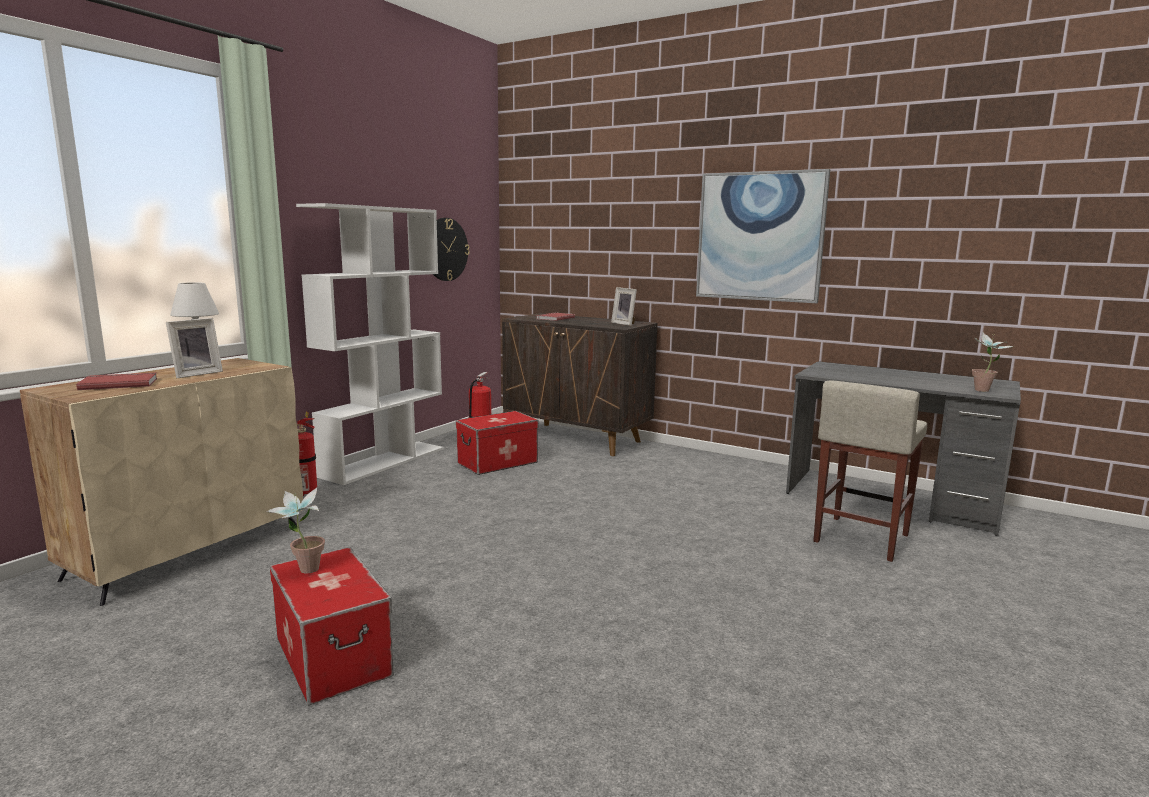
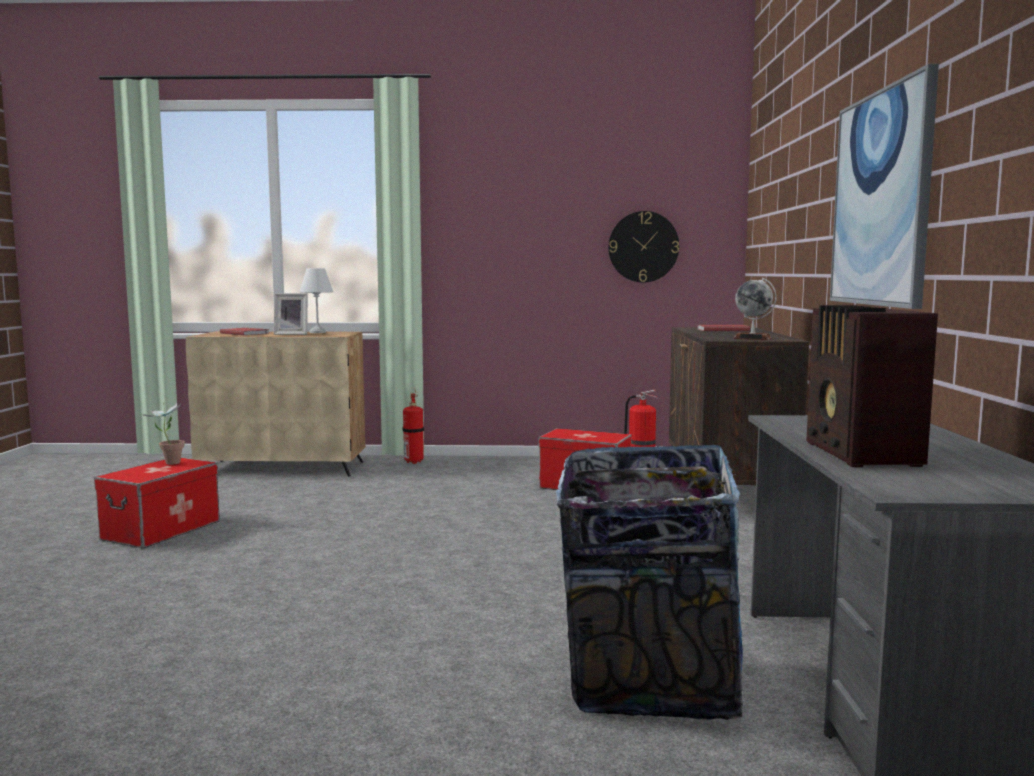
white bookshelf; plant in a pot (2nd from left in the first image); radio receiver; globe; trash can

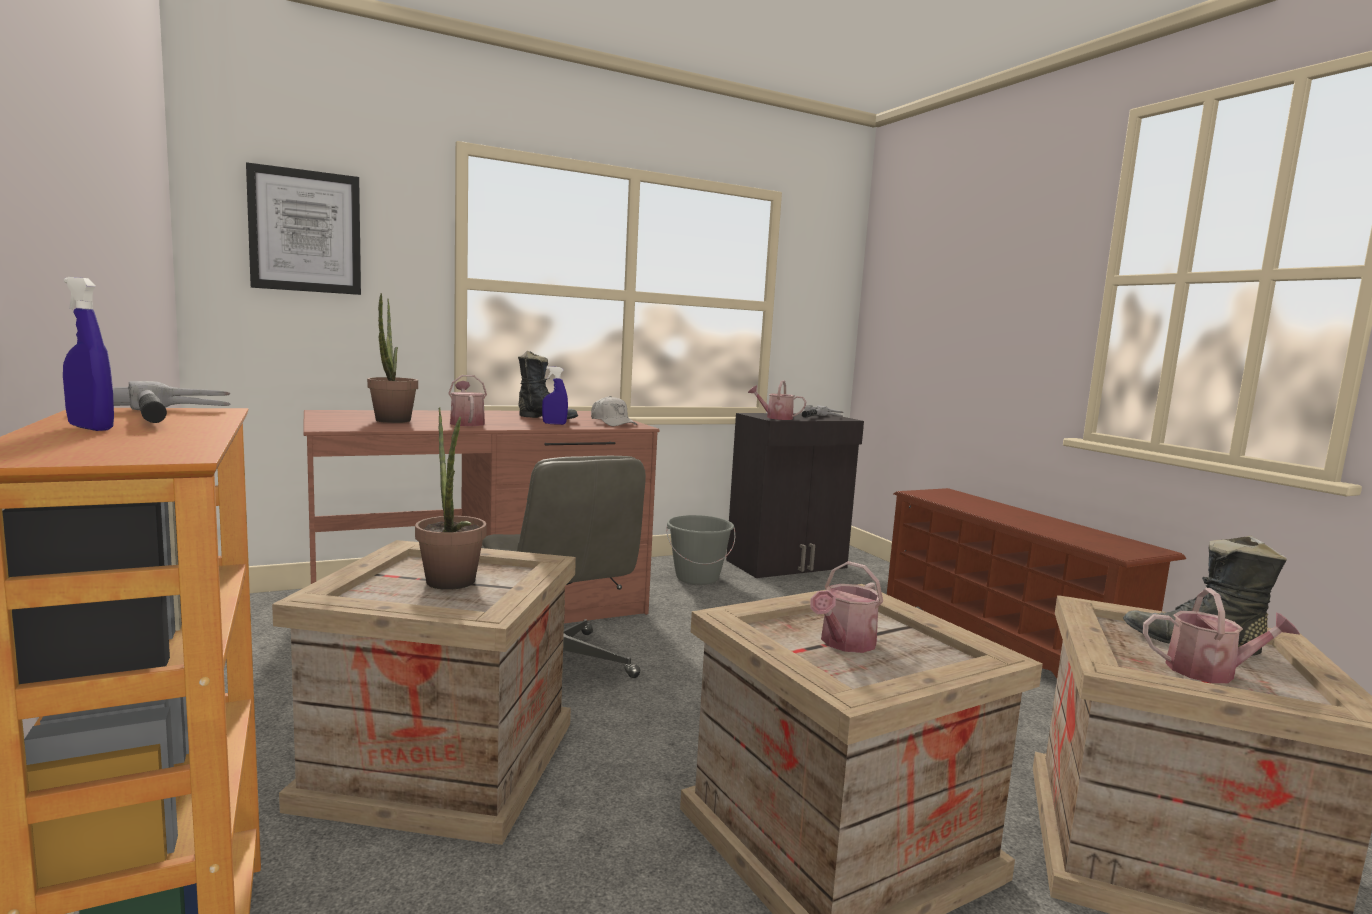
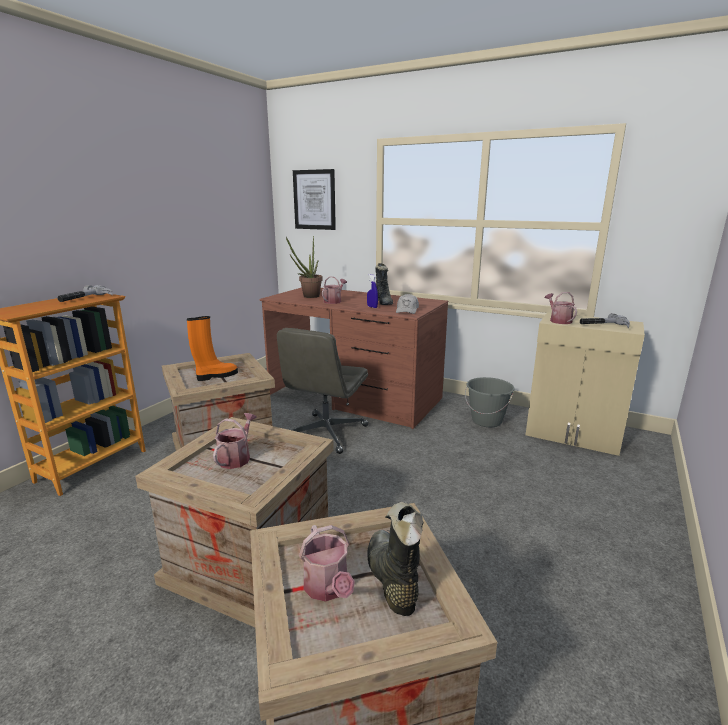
blue sprayer (1st from left in the first image); brown-coloured shoe stand; orange-coloured boot; beige-coloured cupboard; sprinkling can (1st from left)

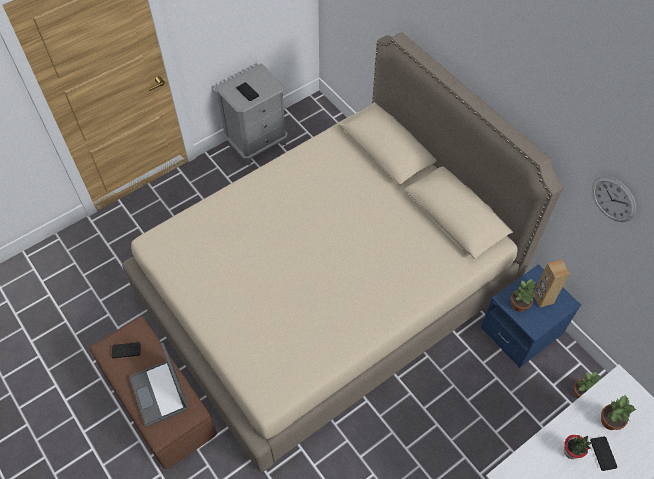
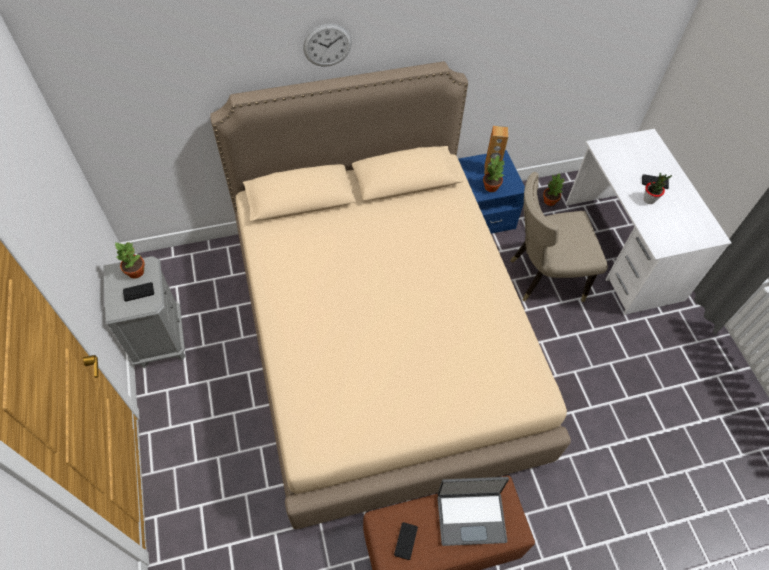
beige-coloured chair; clock on the wall; plant in a pot (1st from left)

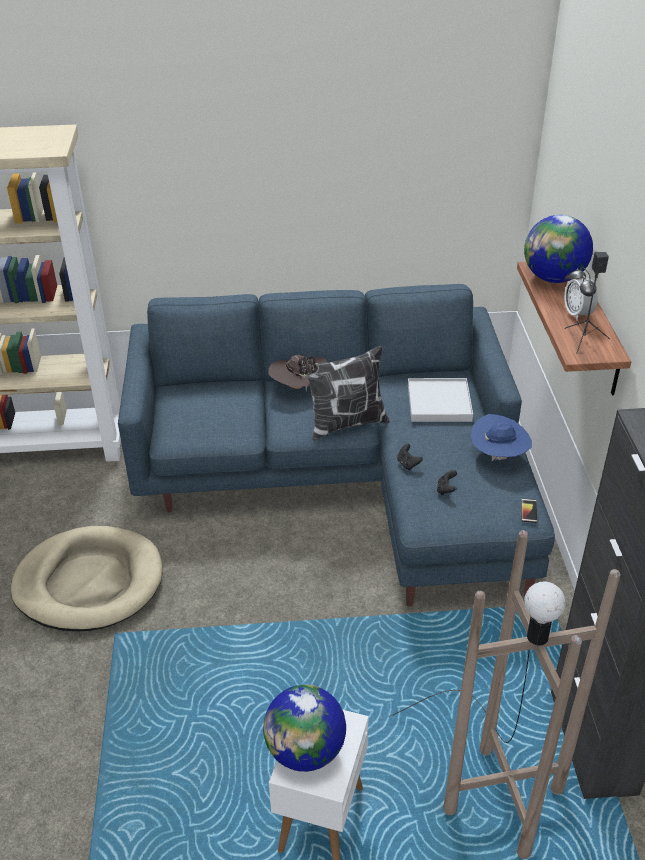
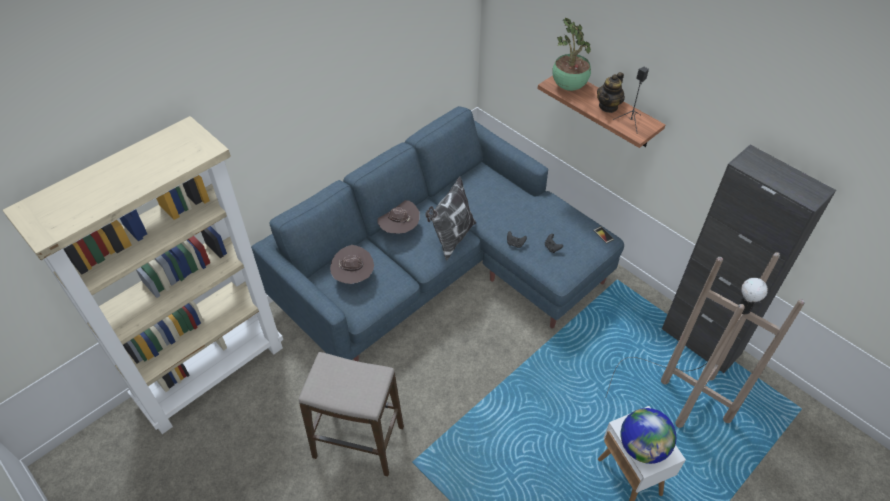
white carrying tray; blue hat; brown-coloured hat (1st from left); sitting stool; plant in a pot; pot for tea

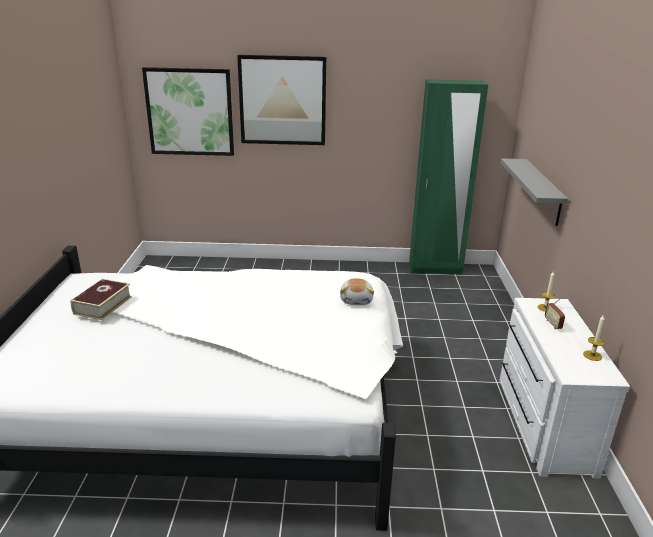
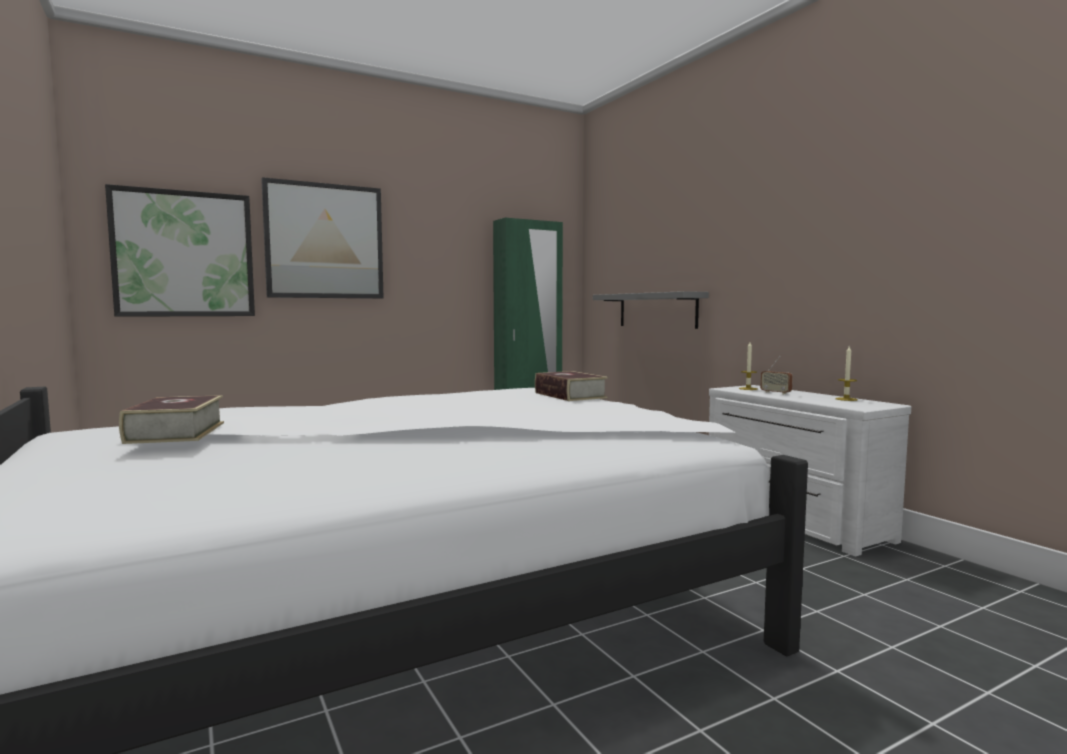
bound book (2nd from left)

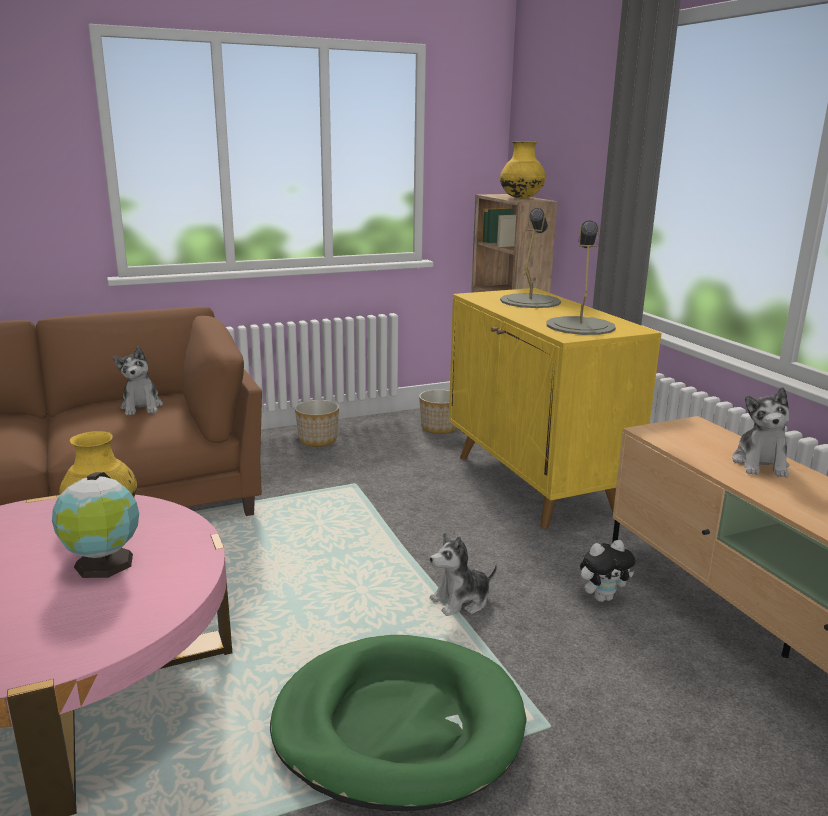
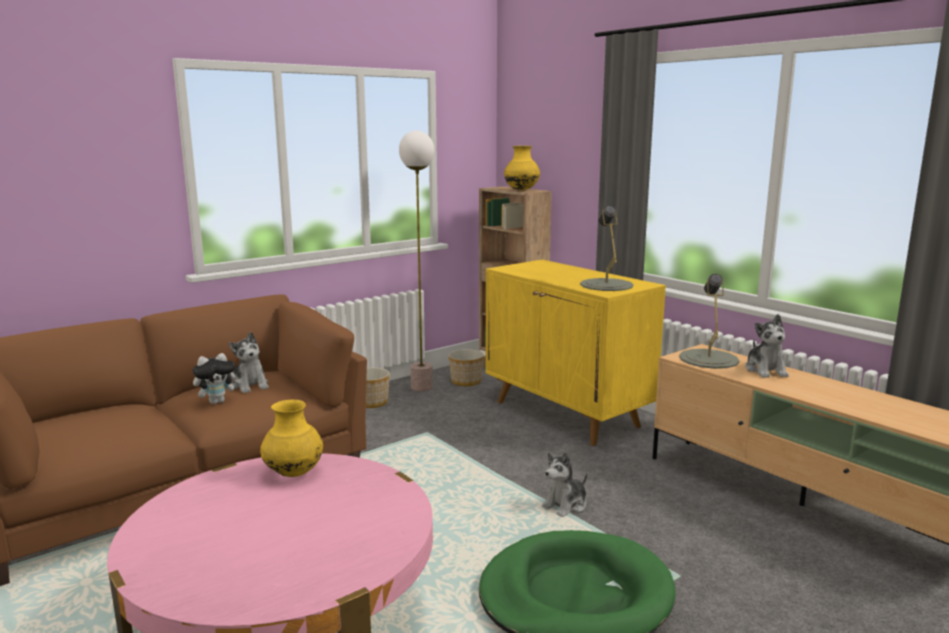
globe; standing lamp; grey table lamp (2nd from left); cuddly toy (1st from left)

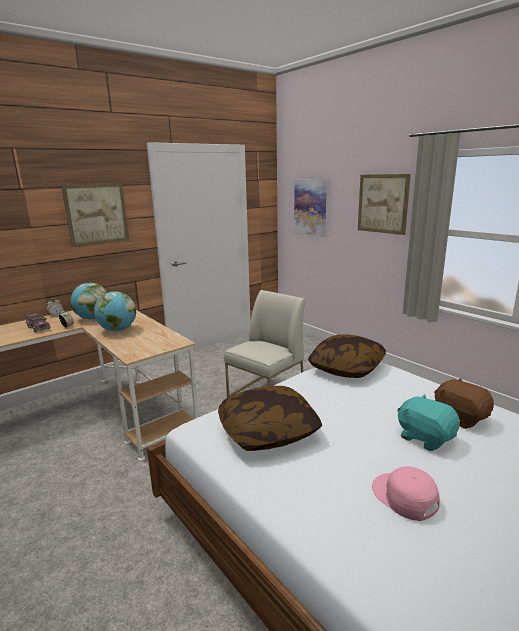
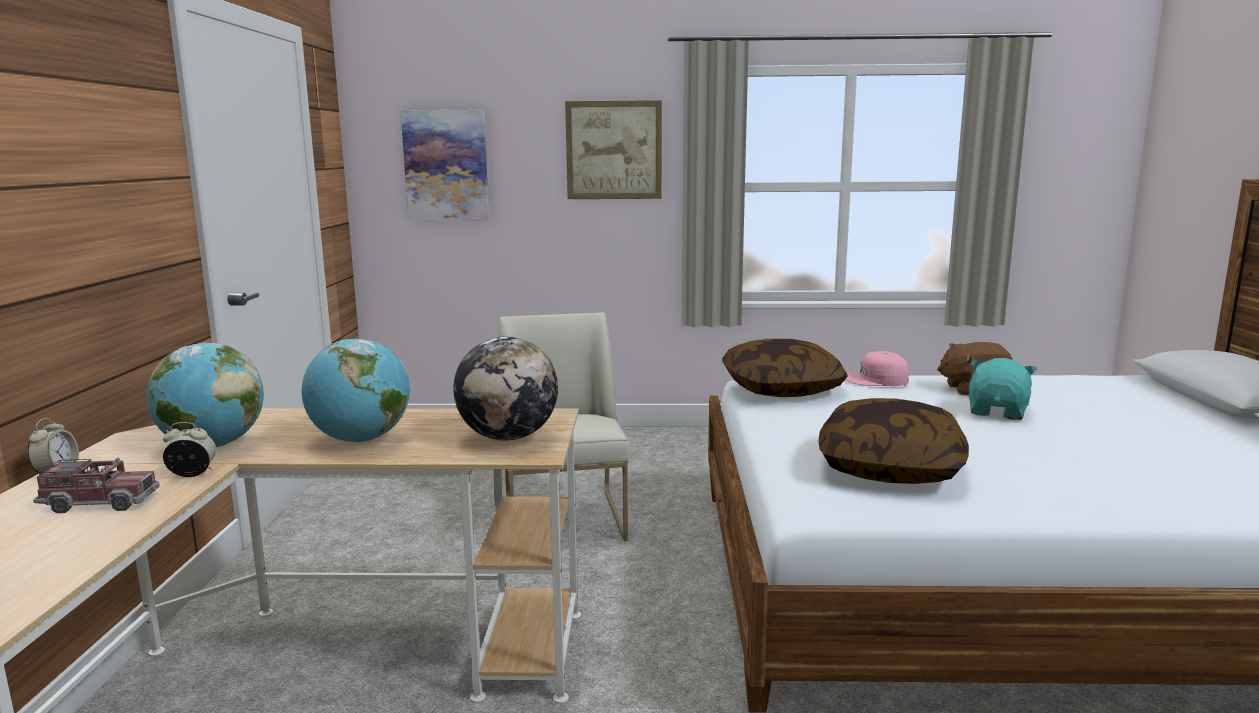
wall art (1st from left in the first image); globe (3rd from left); pinkish peaked cap; turquoise-coloured cuddly toy

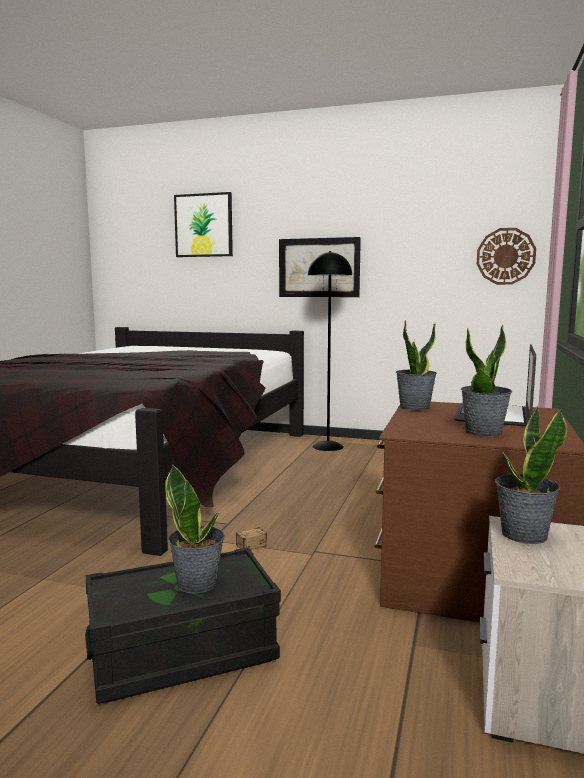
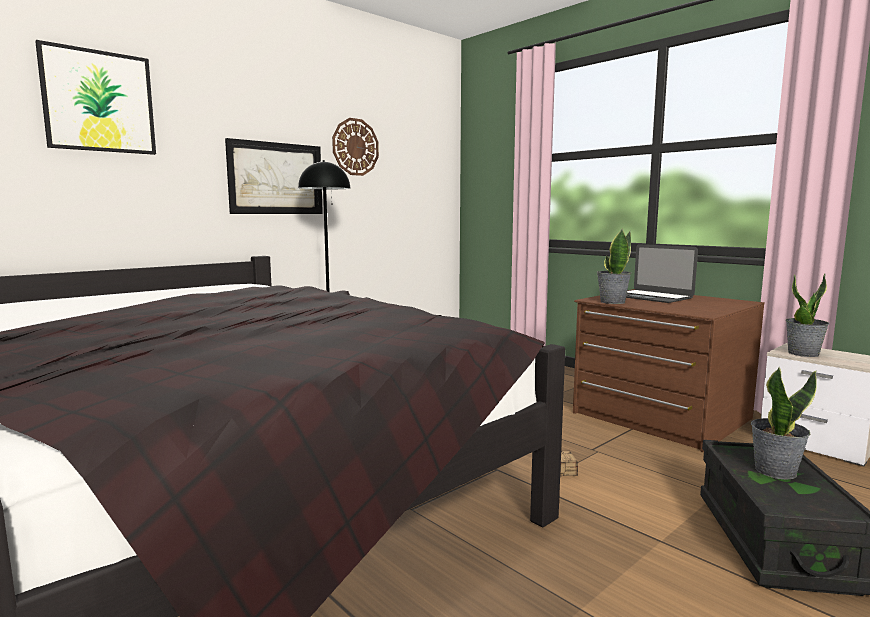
plant in a pot (3rd from left in the first image); clock on the wall

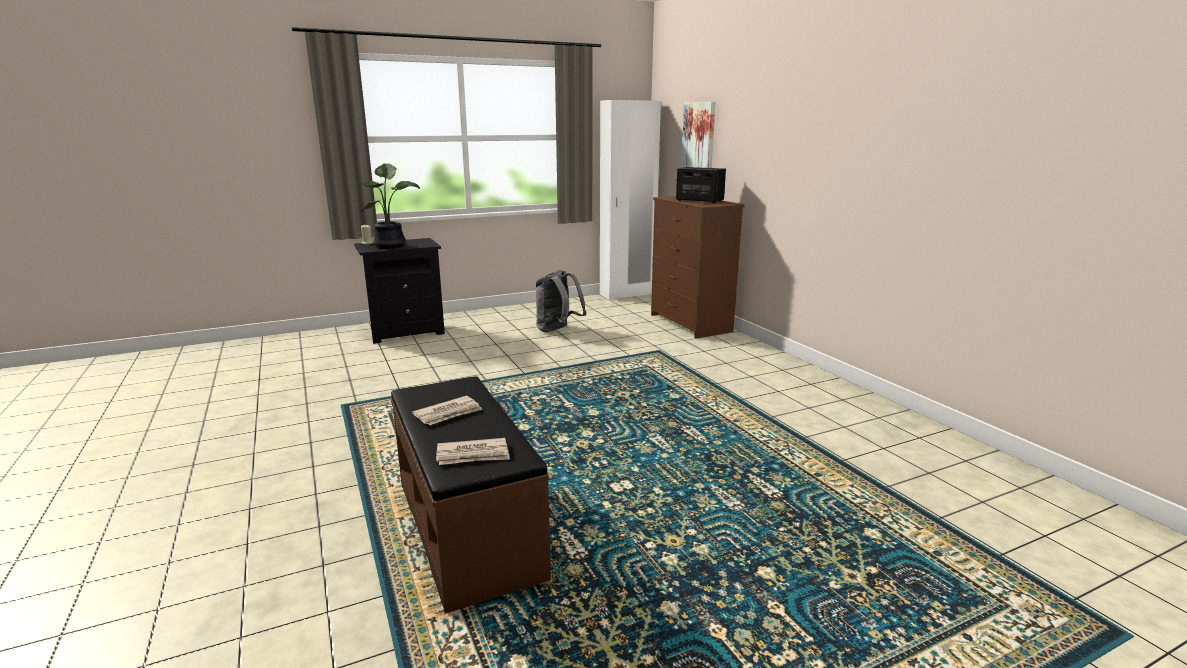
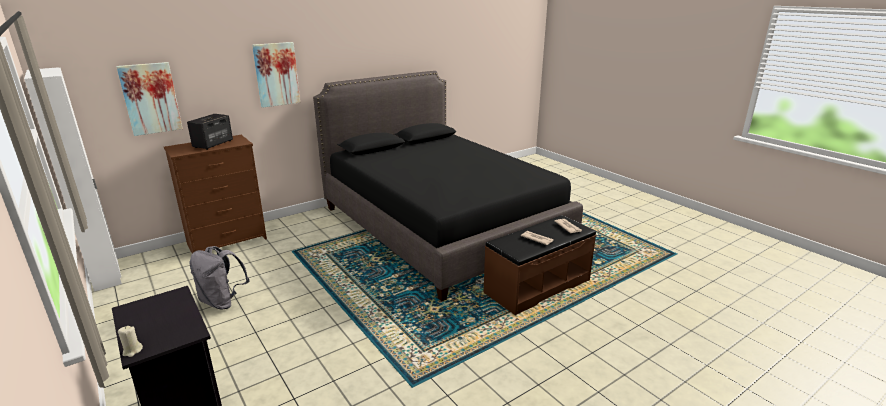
plant in a pot; wall art (2nd from left); black-coloured bedroom bed

